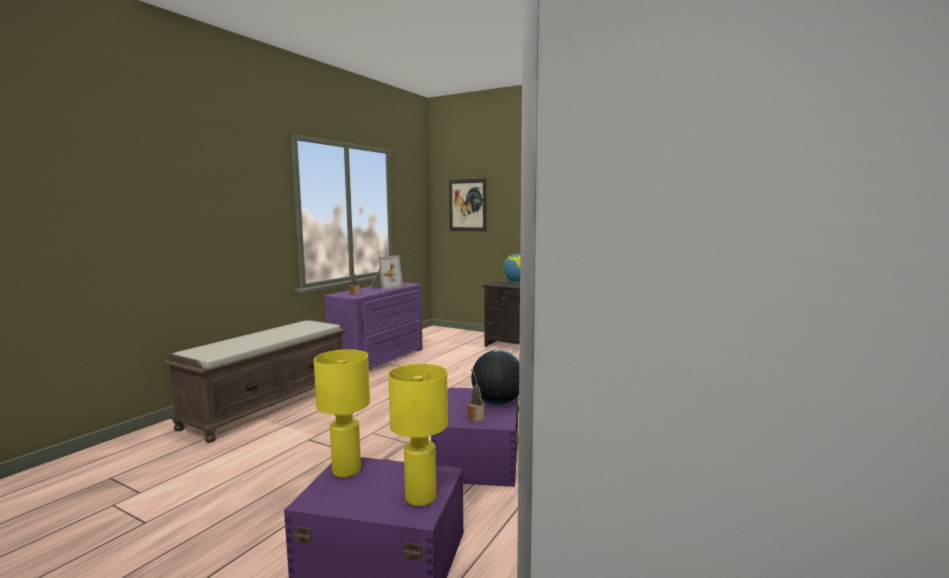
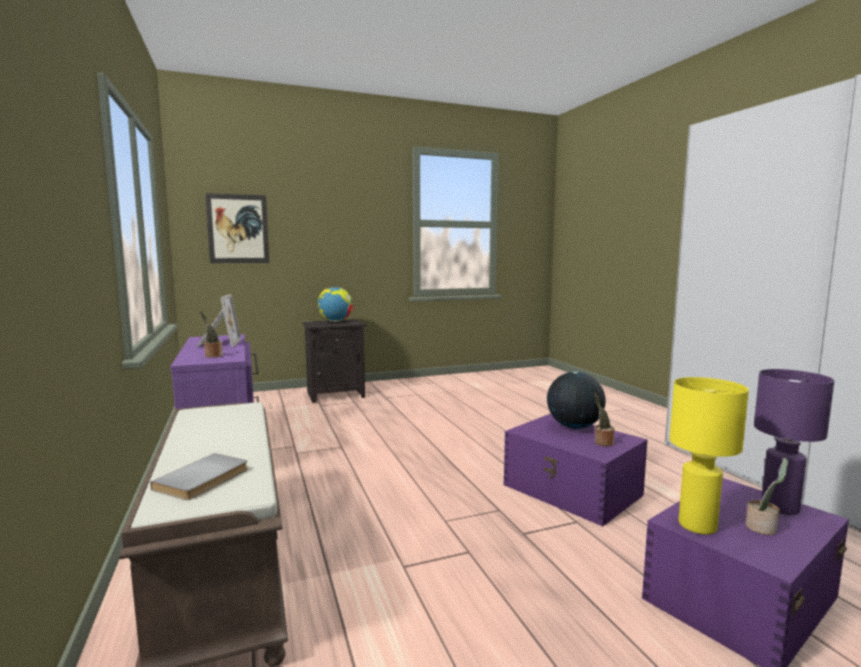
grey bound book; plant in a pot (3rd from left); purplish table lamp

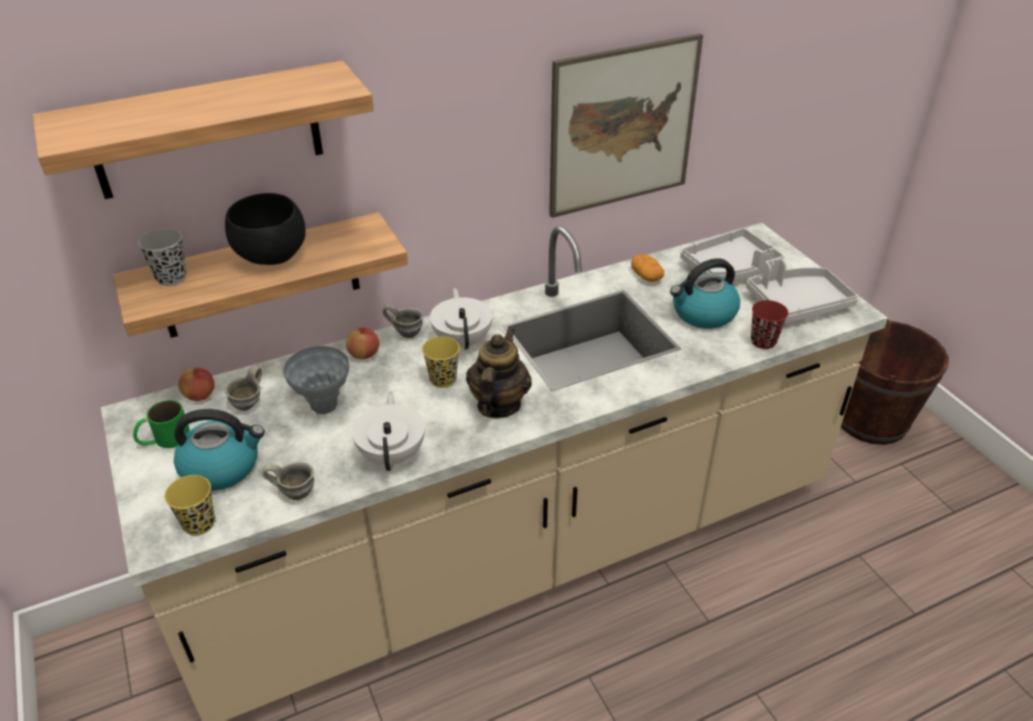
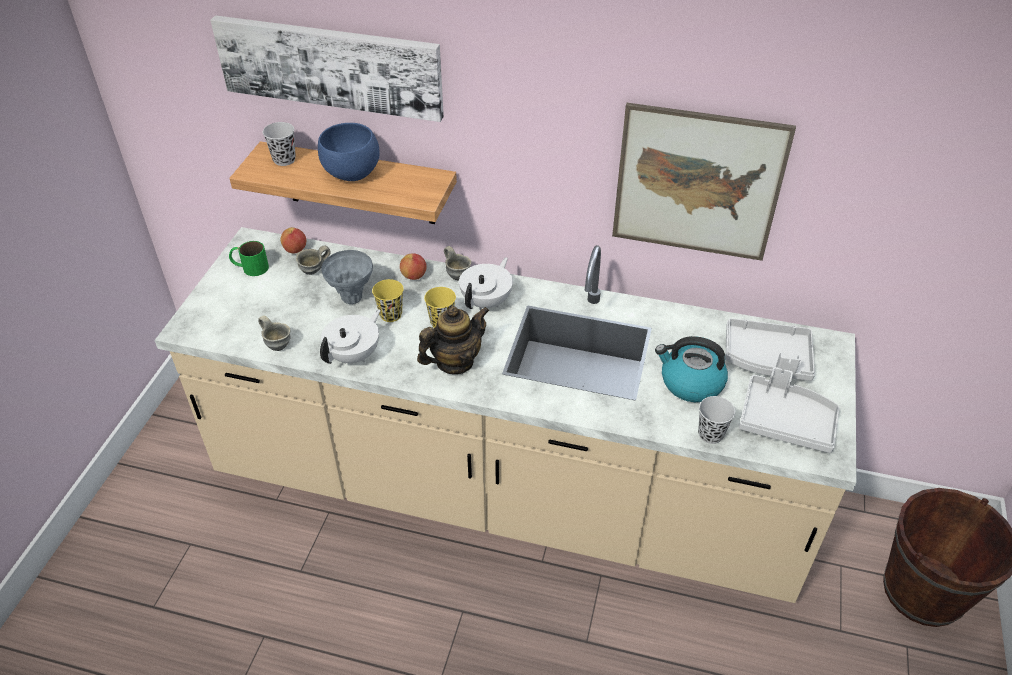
kettle (1st from left in the first image); spud; yellowish drinking cup (1st from left); wall art (1st from left); blue serving bowl; black-coloured drinking cup (2nd from left)

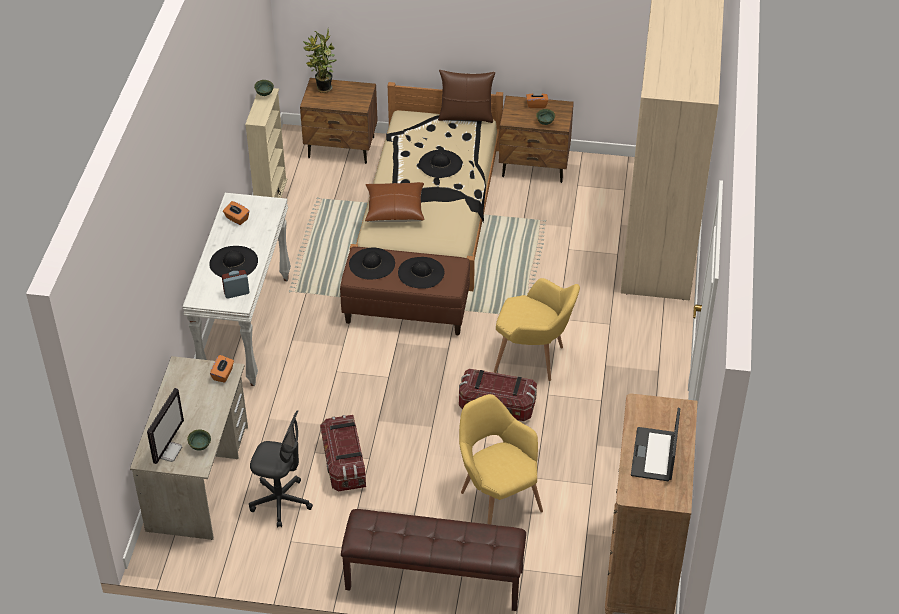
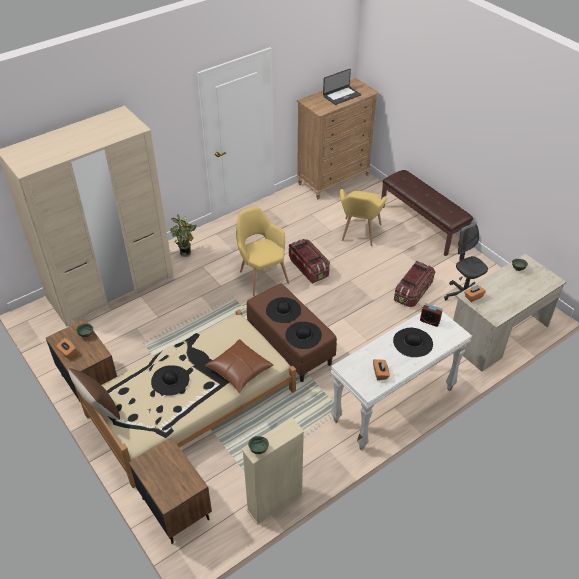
computer display; plant in a pot

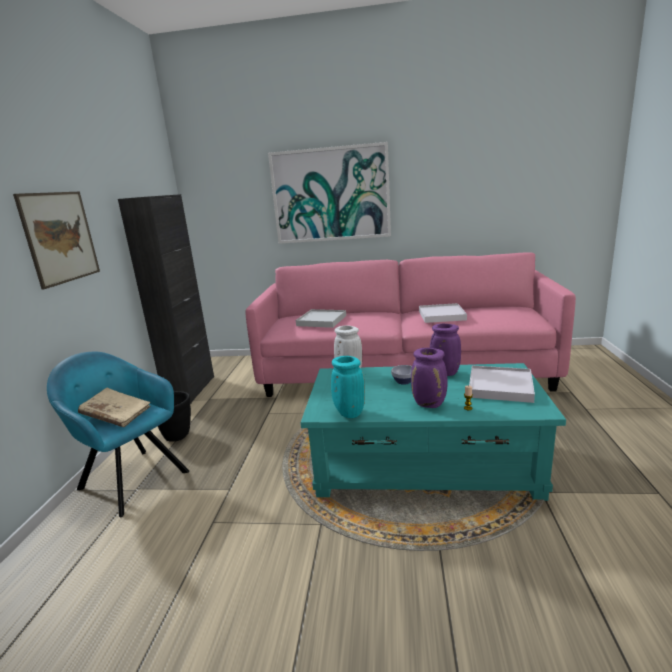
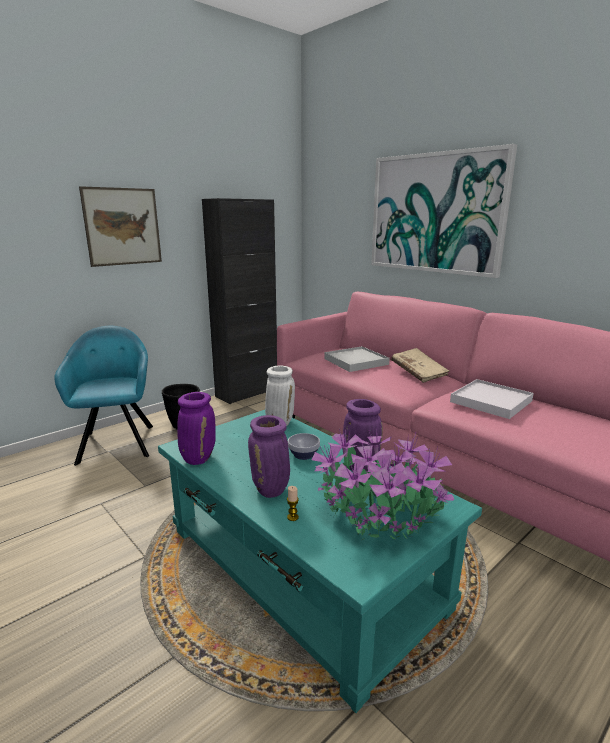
beige-coloured bound book; plant in a pot; purplish decorative vase (1st from left)

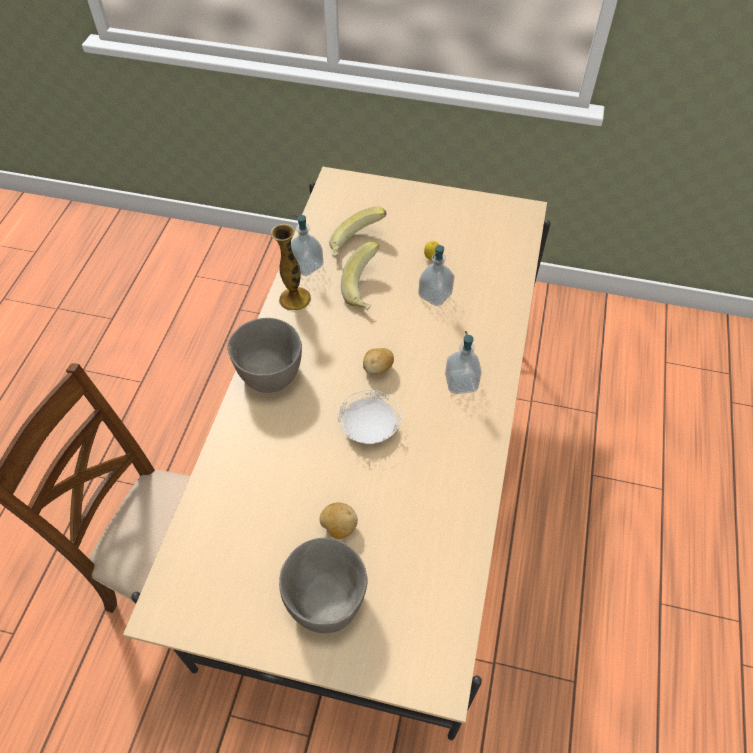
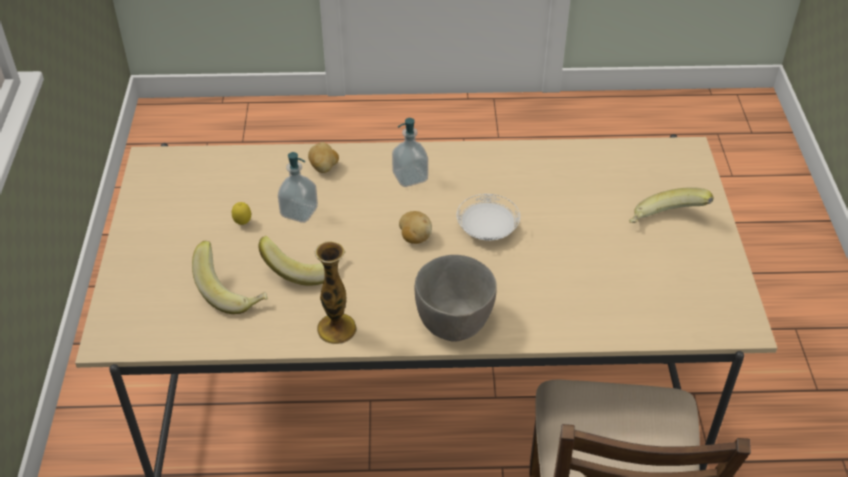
soap bottle (1st from left in the first image); spud (1st from left); banana fruit (3rd from left)

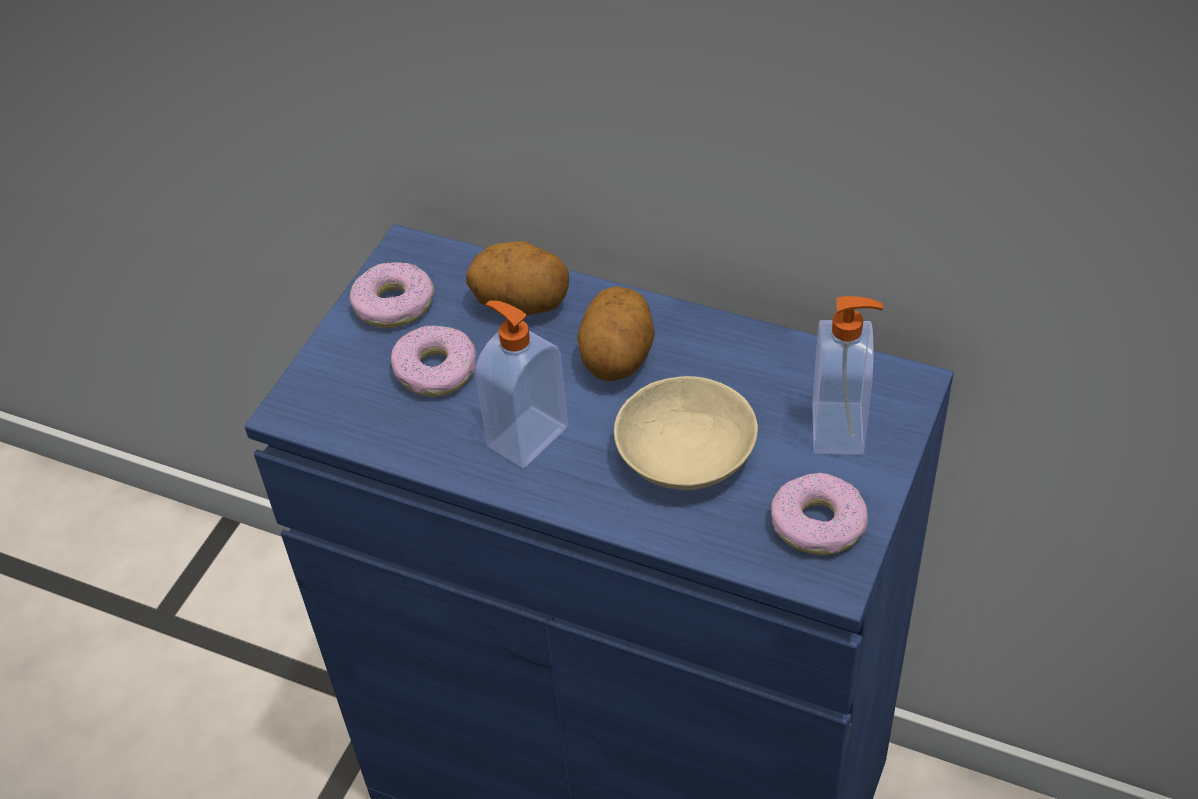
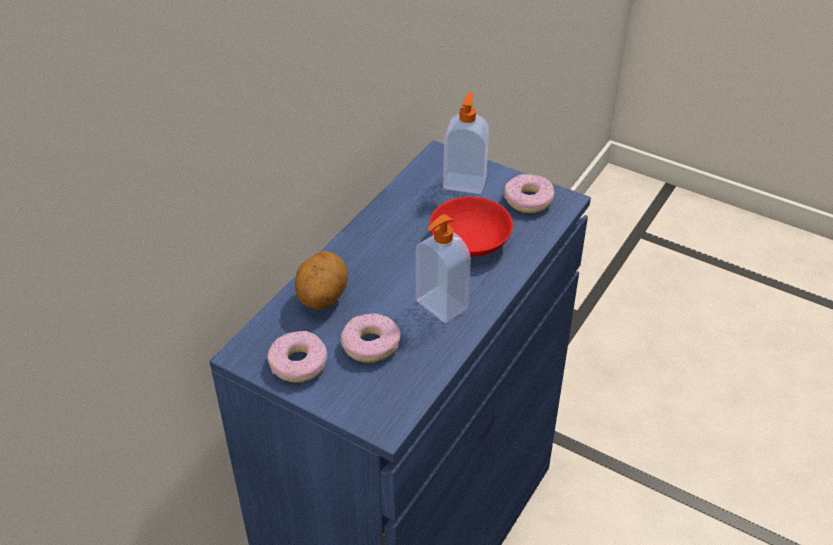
spud (2nd from left in the first image); red-coloured serving bowl

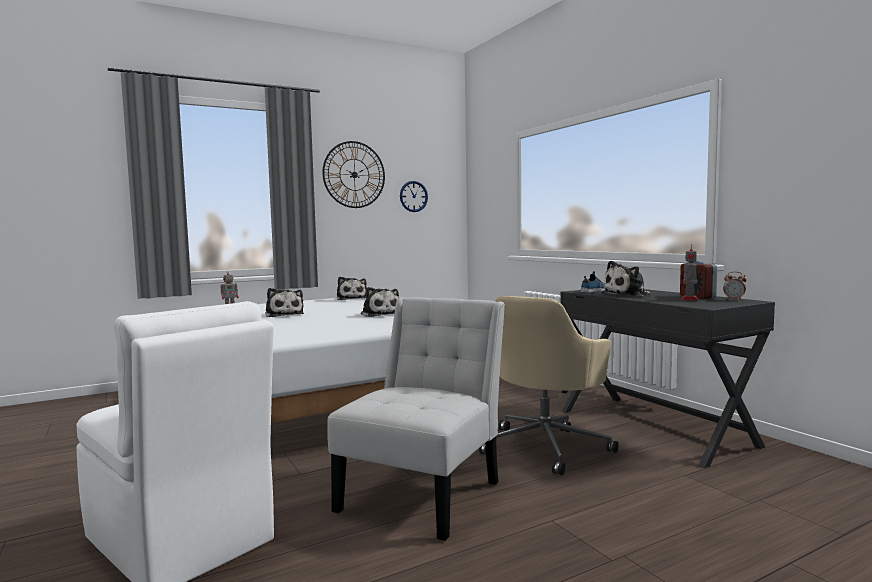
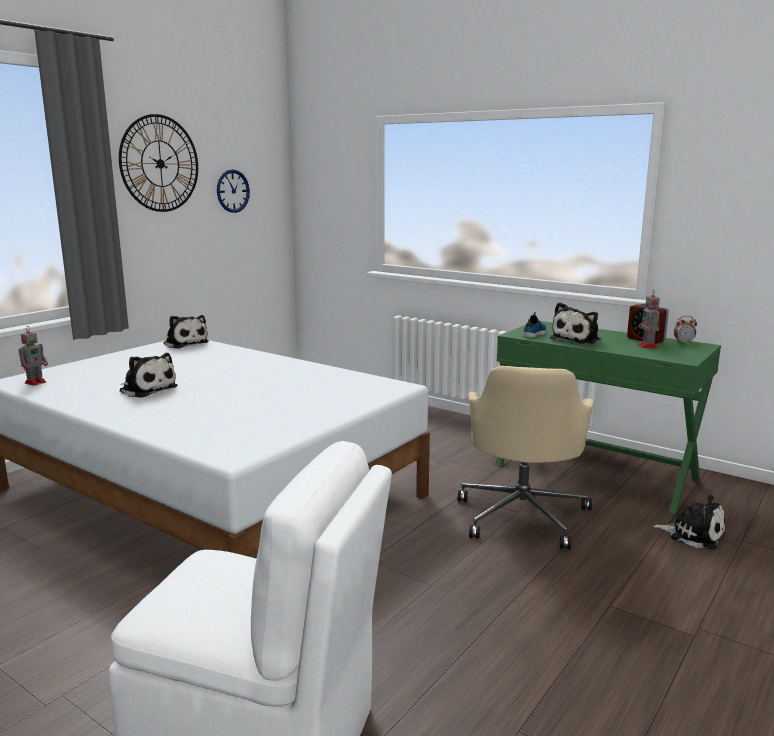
white chair (2nd from left in the first image); cuddly toy (4th from left); green desk table

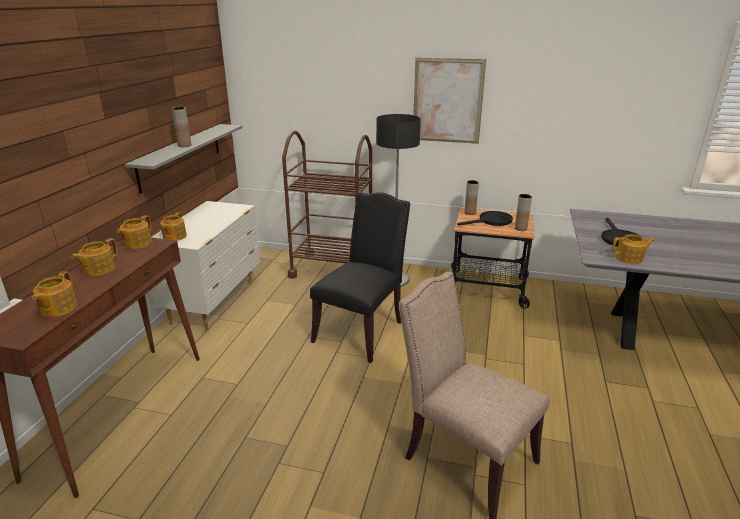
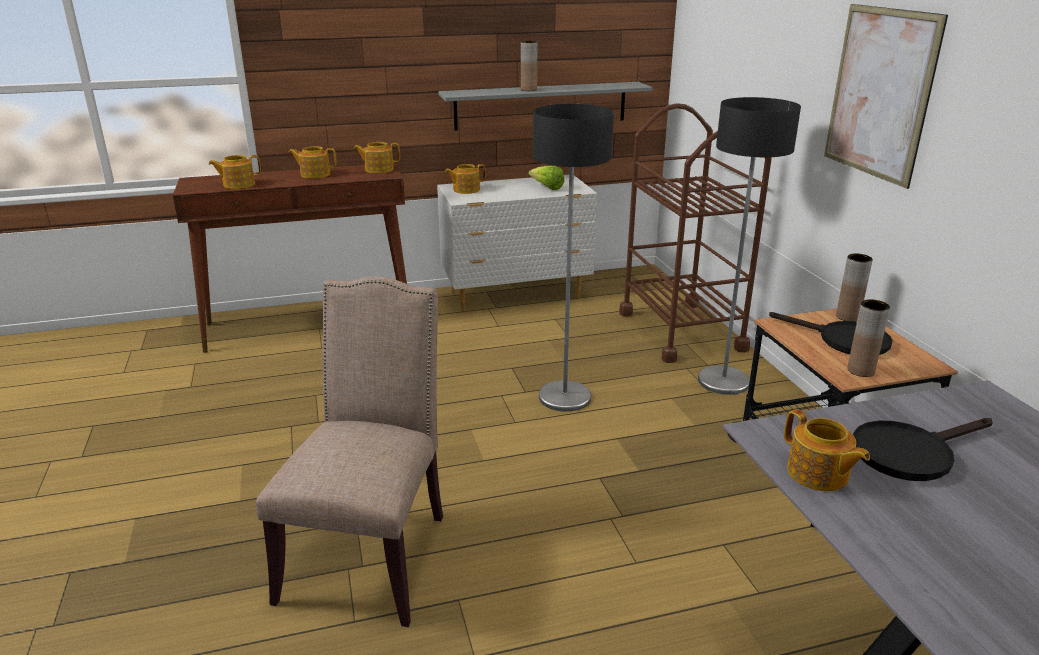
head of lettuce; standing lamp (1st from left)

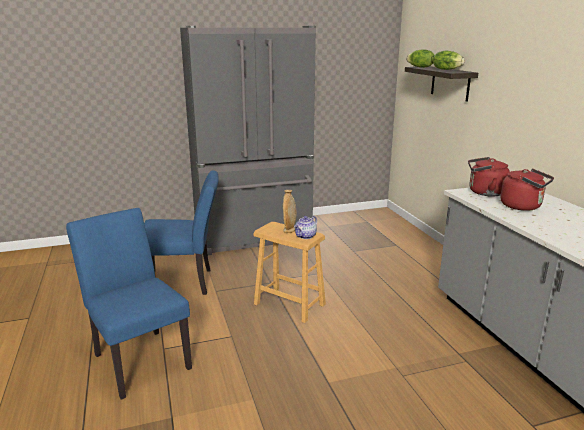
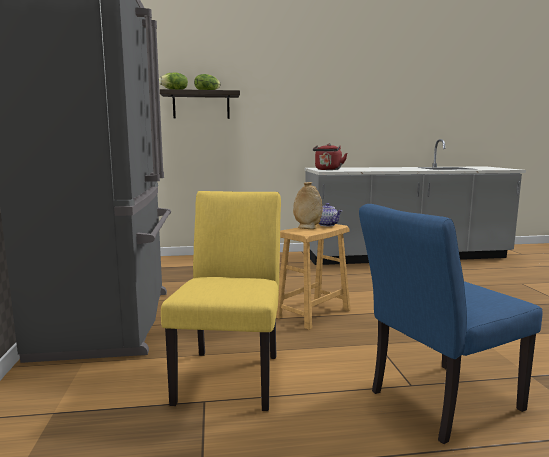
red-coloured kettle (2nd from left in the first image); yellowish chair

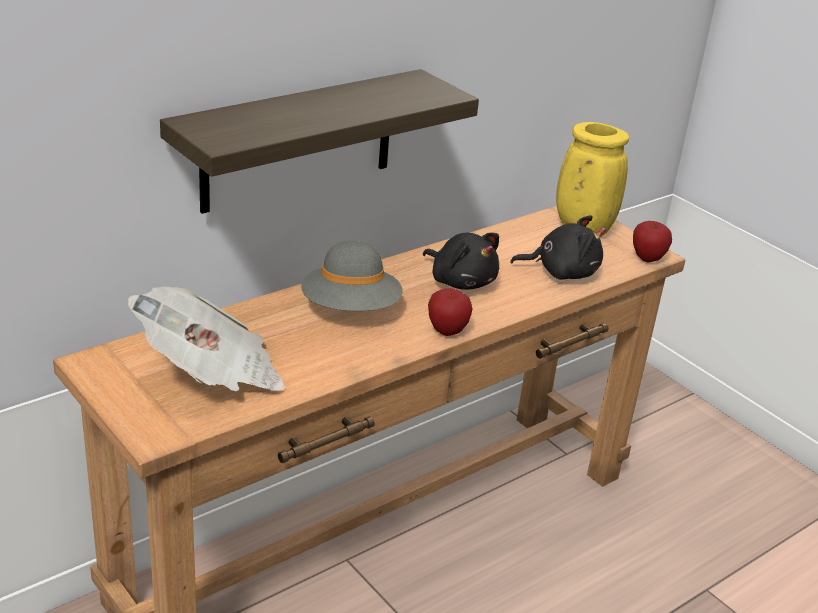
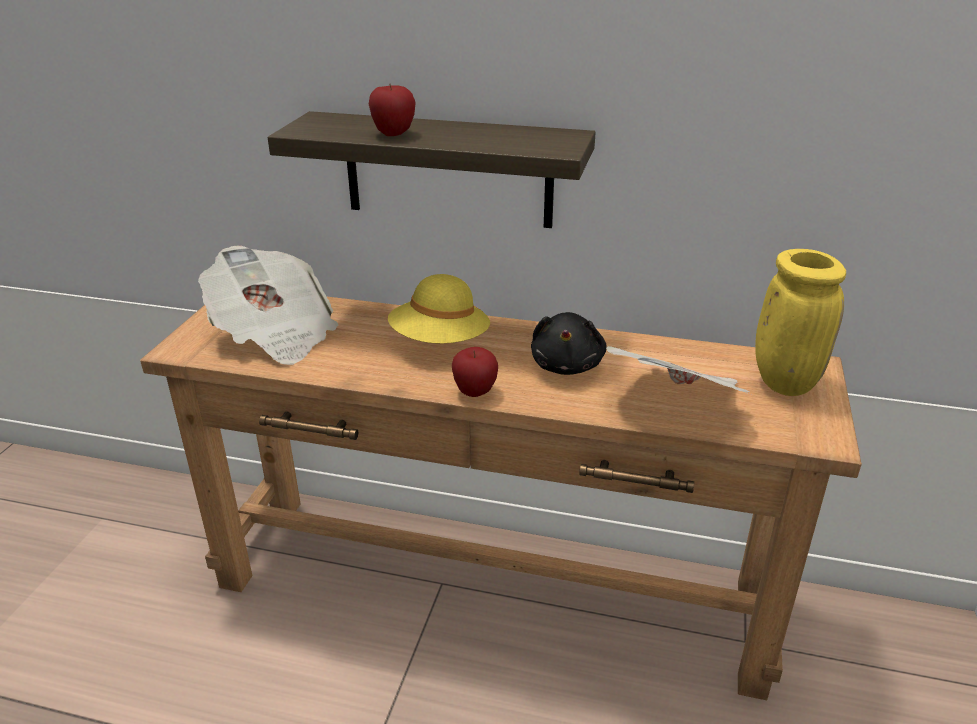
whole apple (1st from left); printed paper (2nd from left); yellowish hat

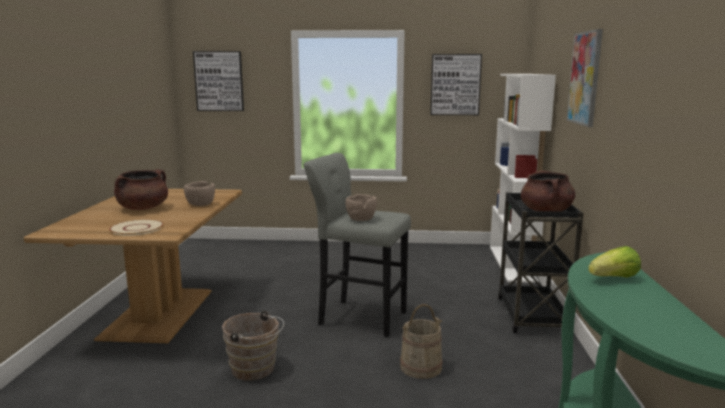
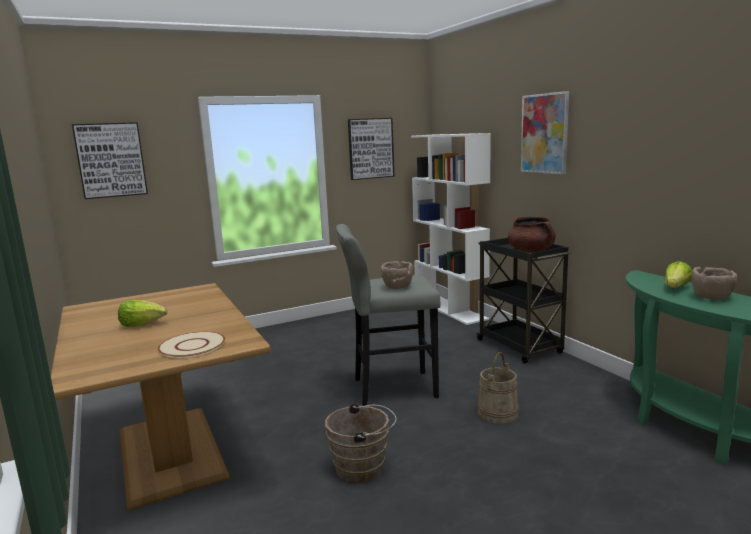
brown-coloured serving bowl (2nd from left); head of lettuce (1st from left)

